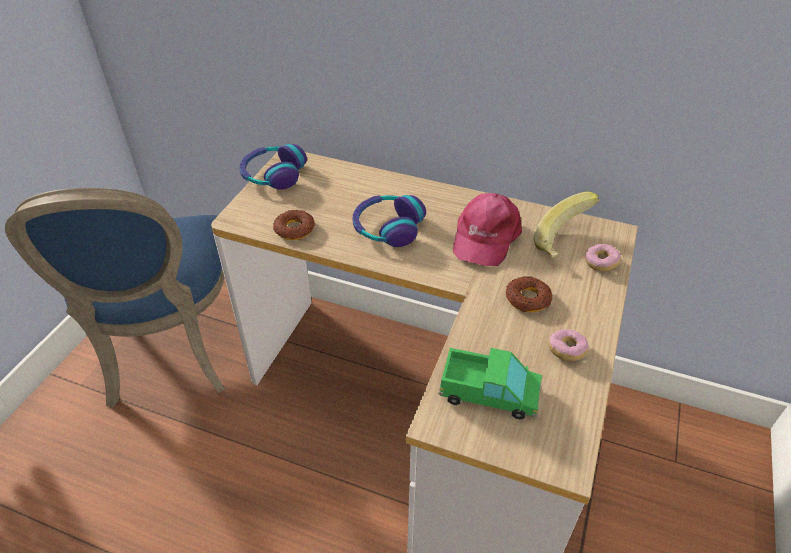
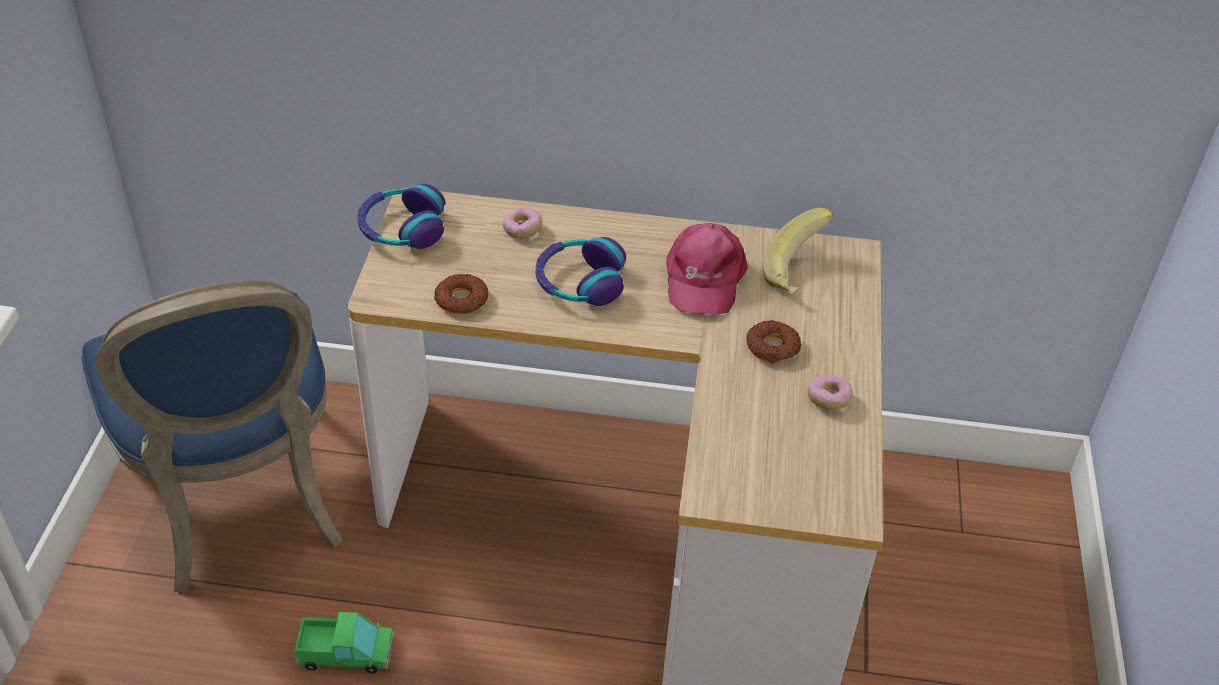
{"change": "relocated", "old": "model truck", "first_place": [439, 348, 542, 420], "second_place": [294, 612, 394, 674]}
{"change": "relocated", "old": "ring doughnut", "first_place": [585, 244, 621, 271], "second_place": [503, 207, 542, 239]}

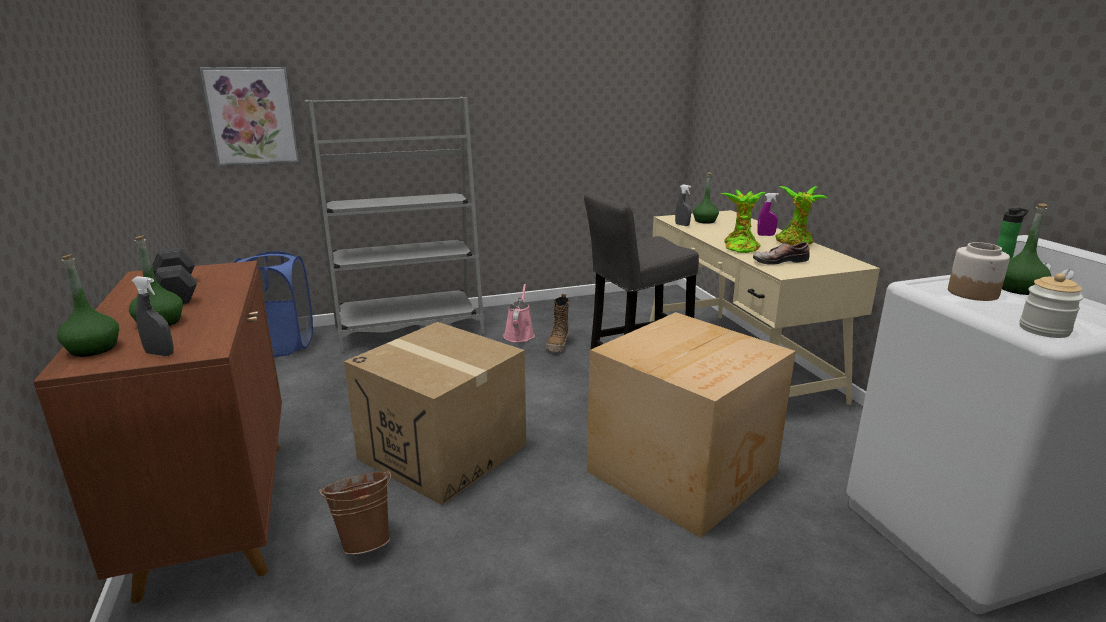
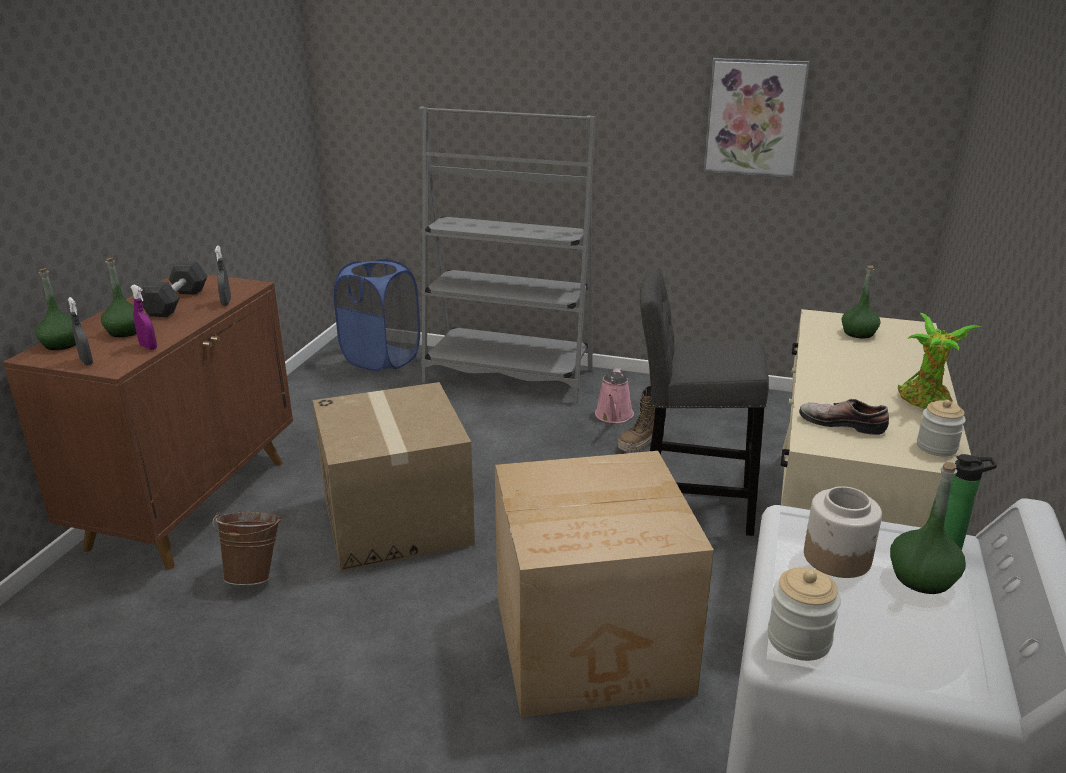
{"change": "relocated", "old": "hand sprayer/purplish", "first_place": [757, 193, 779, 236], "second_place": [130, 285, 157, 350]}
{"change": "relocated", "old": "hand sprayer/gray", "first_place": [675, 185, 691, 226], "second_place": [215, 246, 231, 306]}
{"change": "spun", "old": "sprinkling can/pinkish", "first_place": [503, 284, 535, 342], "second_place": [595, 368, 634, 423], "degrees": 150}
{"change": "relocated", "old": "picture", "first_place": [200, 67, 299, 166], "second_place": [703, 58, 810, 178]}
{"change": "appeared", "new": "storage jar", "second_place": [917, 400, 966, 456]}
{"change": "missing", "old": "plant in a pot", "first_place": [722, 190, 767, 253]}

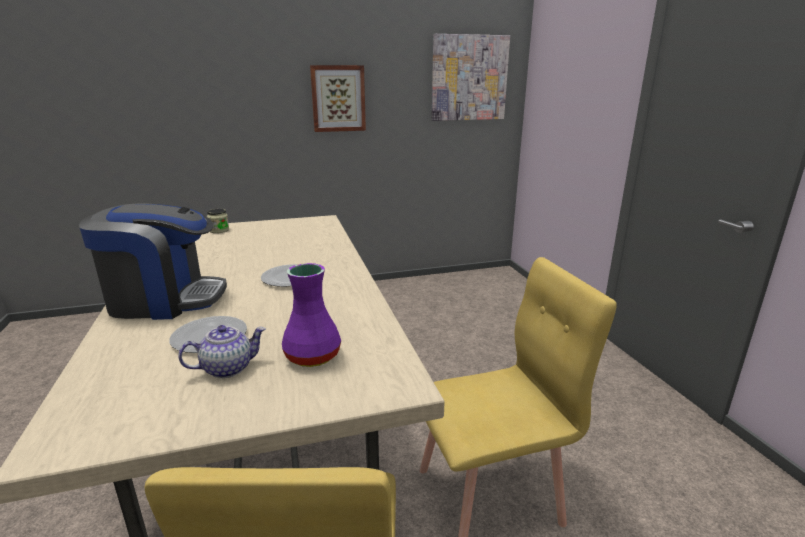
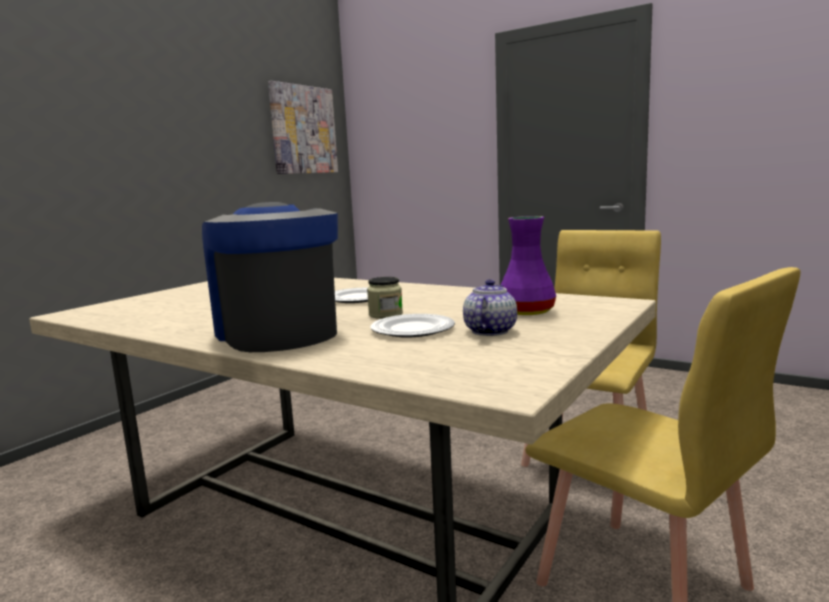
{"change": "spun", "old": "coffee maker", "first_place": [79, 203, 227, 320], "second_place": [202, 202, 338, 352], "degrees": -75}
{"change": "relocated", "old": "storage jar", "first_place": [207, 208, 229, 233], "second_place": [367, 277, 403, 319]}
{"change": "missing", "old": "picture", "first_place": [310, 65, 366, 132]}

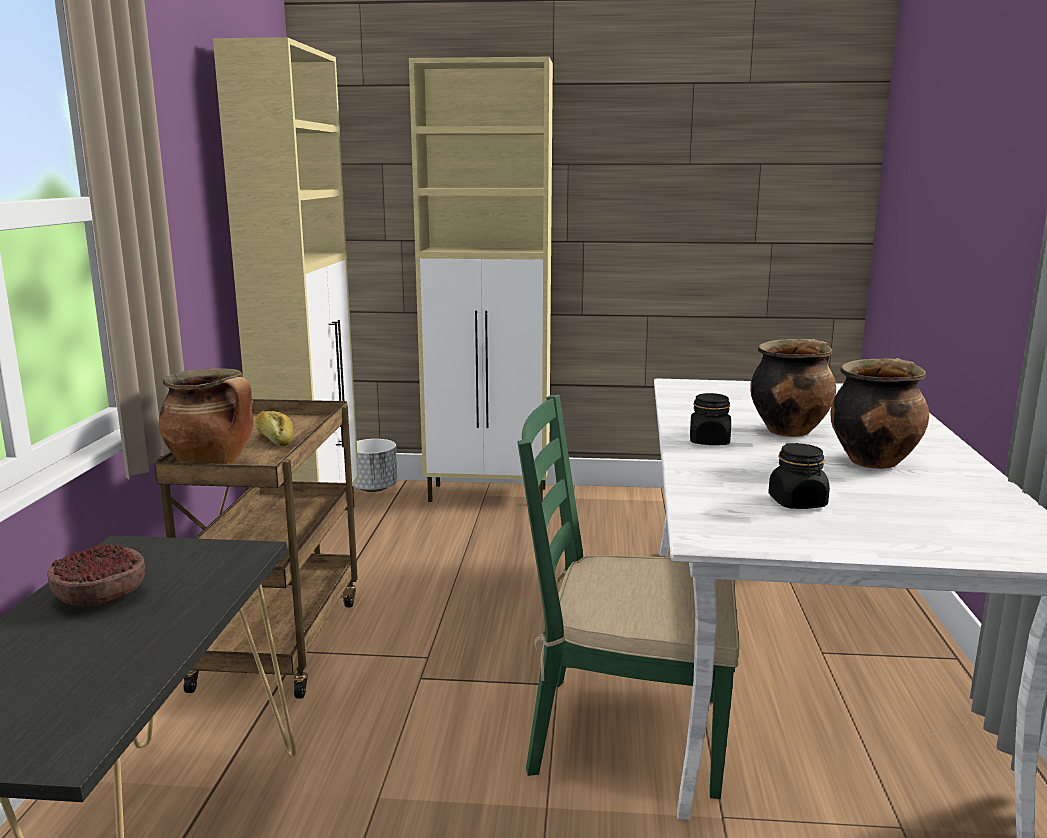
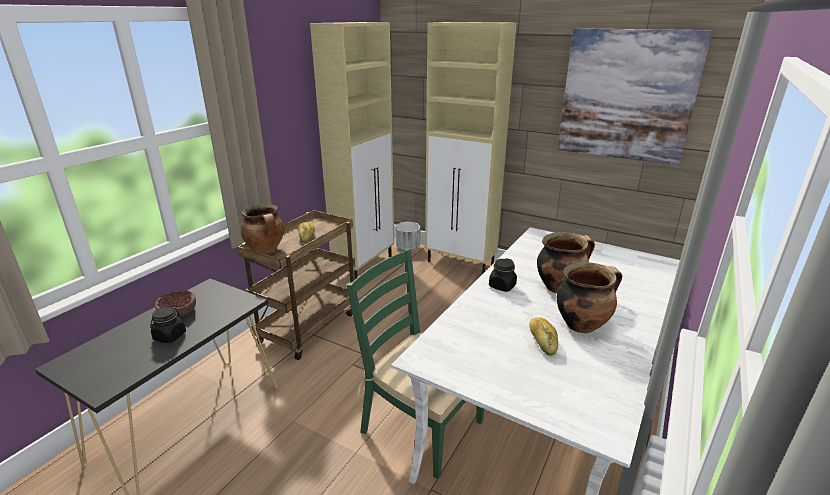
{"change": "relocated", "old": "storage jar/black", "first_place": [768, 443, 830, 509], "second_place": [150, 306, 186, 343]}
{"change": "appeared", "new": "bread", "second_place": [529, 317, 558, 356]}
{"change": "appeared", "new": "picture", "second_place": [557, 28, 713, 165]}

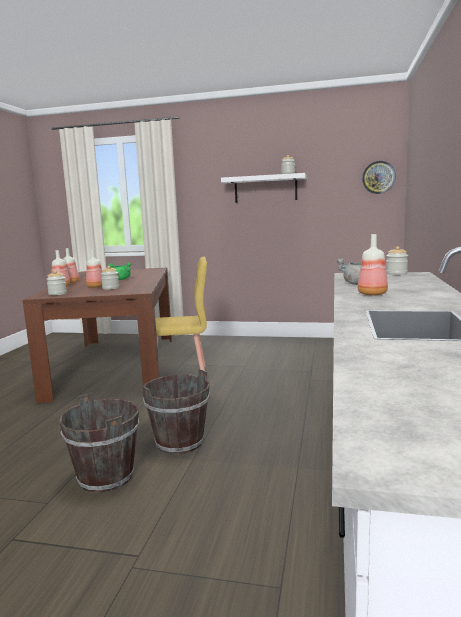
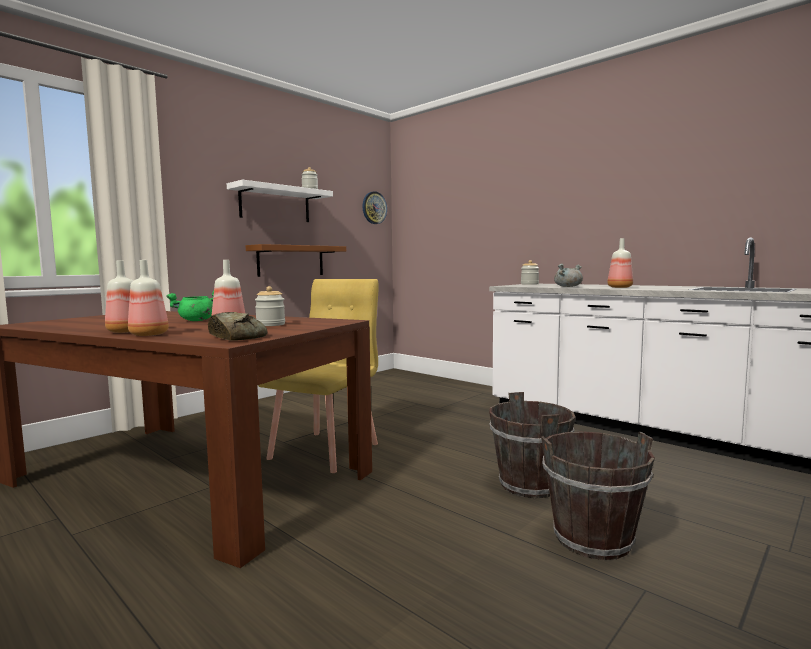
{"change": "exchanged", "old": "storage jar", "new": "bread", "first_place": [47, 270, 67, 295], "second_place": [208, 312, 268, 341]}
{"change": "appeared", "new": "wall shelf/brown-coloured", "second_place": [246, 244, 346, 277]}

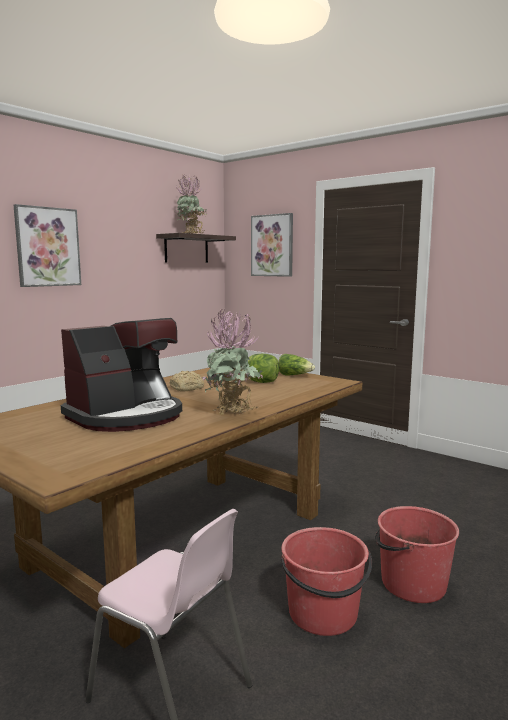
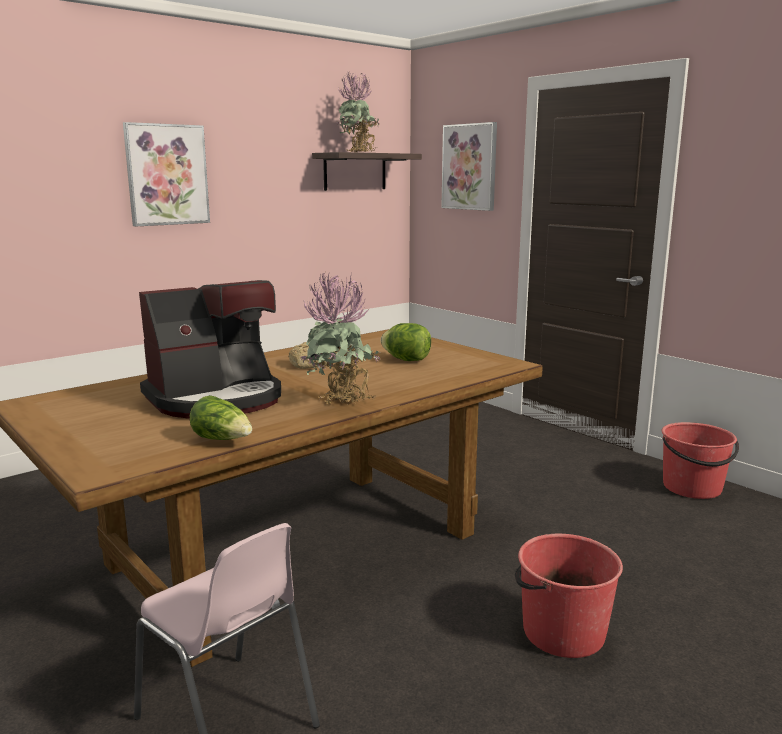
{"change": "relocated", "old": "head of lettuce", "first_place": [278, 354, 315, 375], "second_place": [190, 395, 252, 440]}
{"change": "relocated", "old": "pail/red", "first_place": [281, 527, 372, 636], "second_place": [662, 422, 739, 499]}

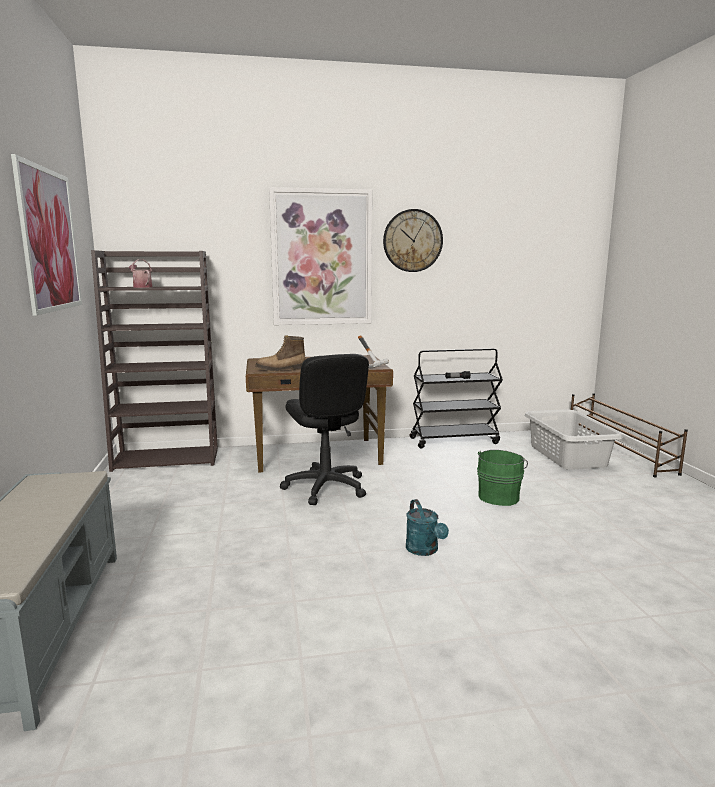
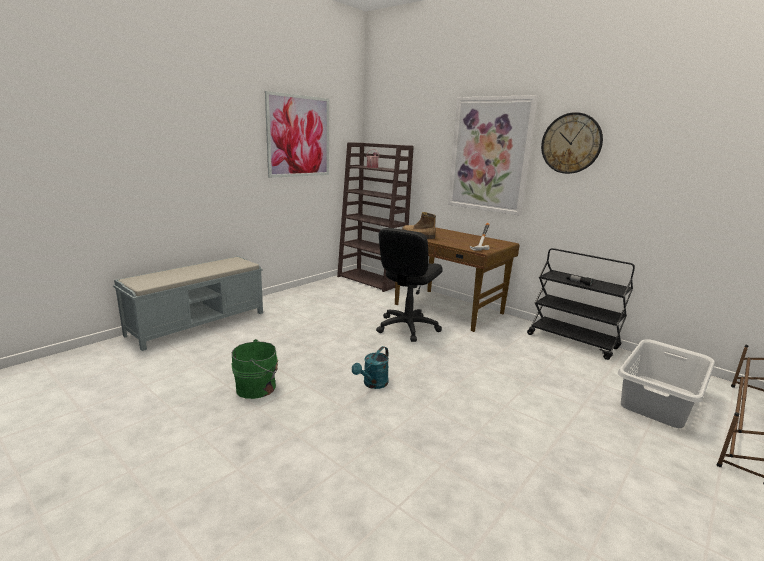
{"change": "relocated", "old": "pail/greenish", "first_place": [477, 450, 528, 506], "second_place": [232, 339, 278, 399]}

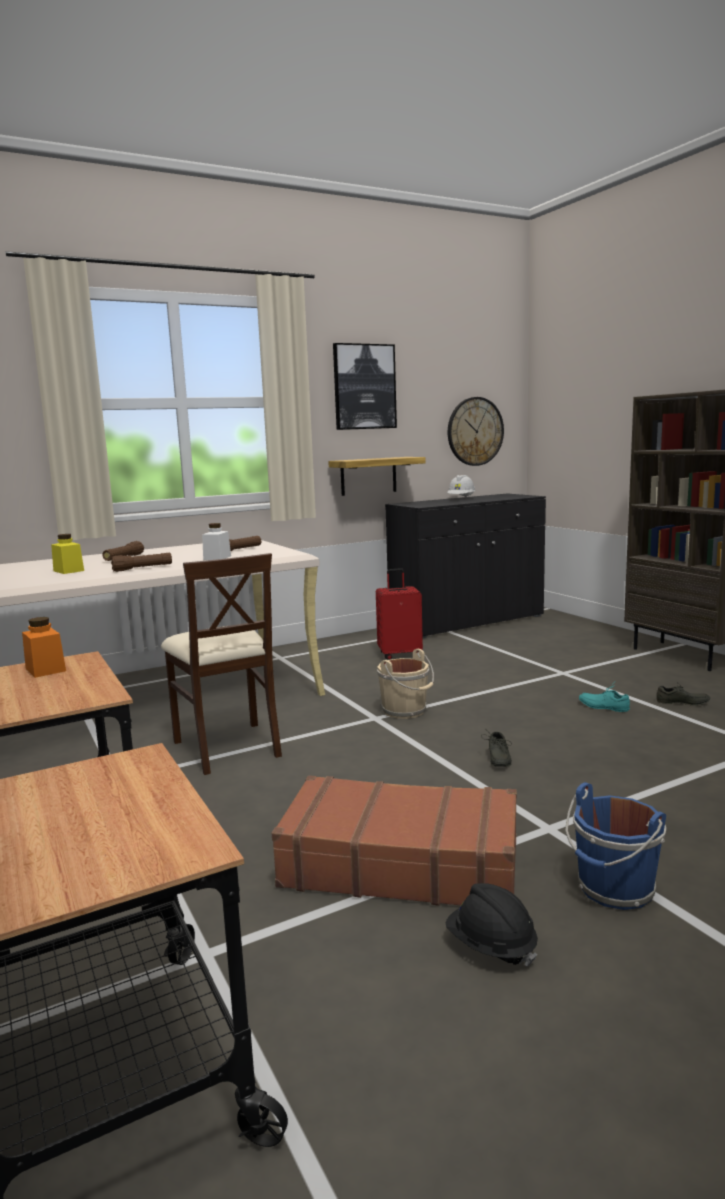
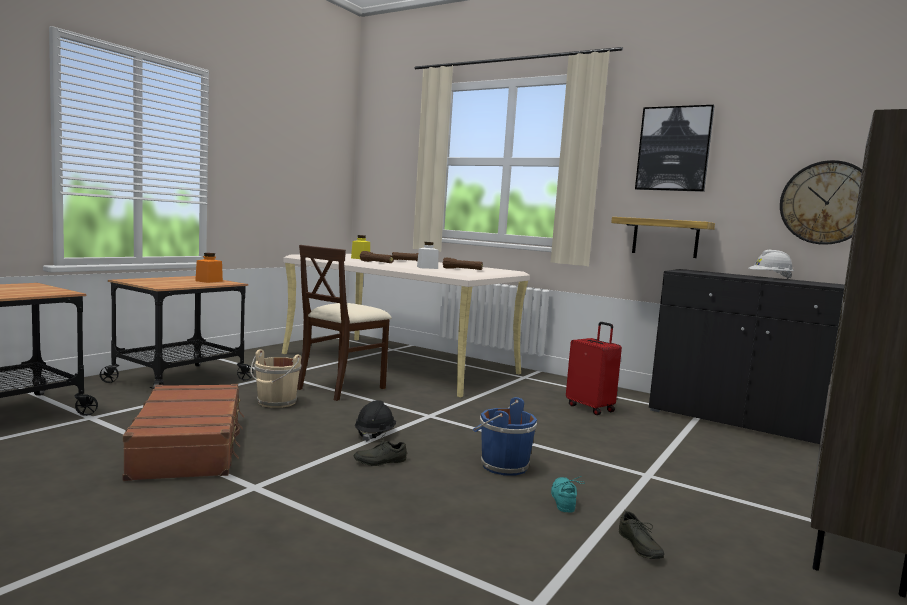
{"change": "relocated", "old": "pail/beige-coloured", "first_place": [377, 649, 434, 719], "second_place": [250, 349, 302, 408]}
{"change": "relocated", "old": "hard hat/black", "first_place": [445, 883, 538, 967], "second_place": [355, 400, 396, 442]}
{"change": "relocated", "old": "pail/bluish", "first_place": [565, 782, 666, 910], "second_place": [473, 397, 537, 476]}

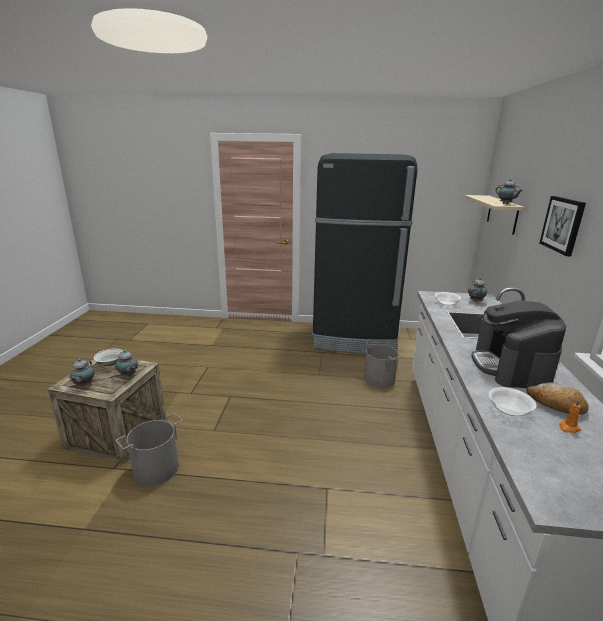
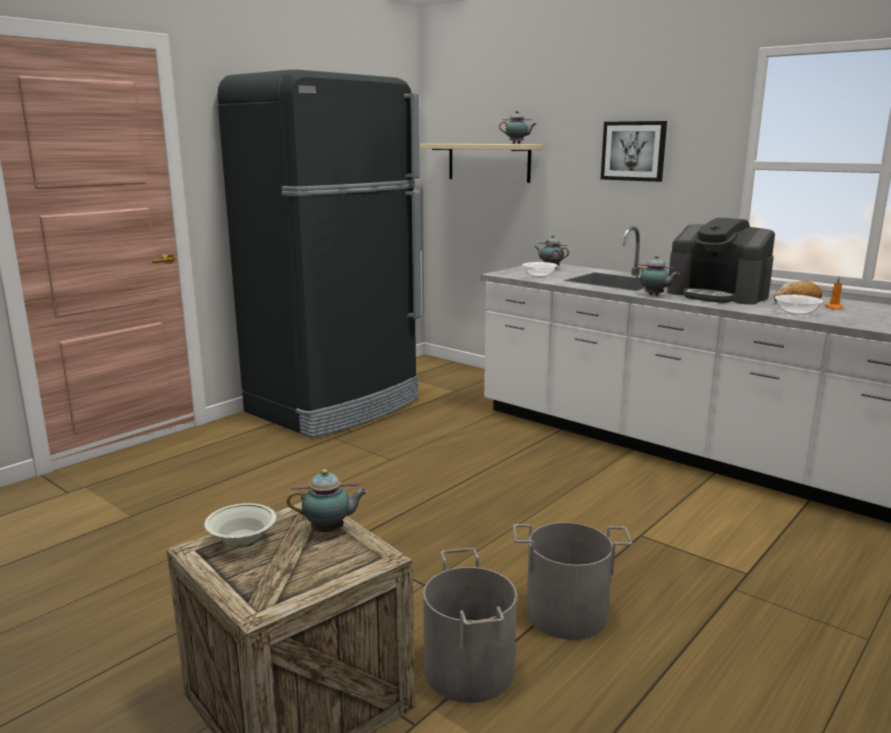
{"change": "relocated", "old": "pail/gray", "first_place": [364, 339, 403, 388], "second_place": [513, 522, 632, 640]}
{"change": "relocated", "old": "pot for tea", "first_place": [69, 359, 95, 387], "second_place": [634, 255, 680, 296]}

